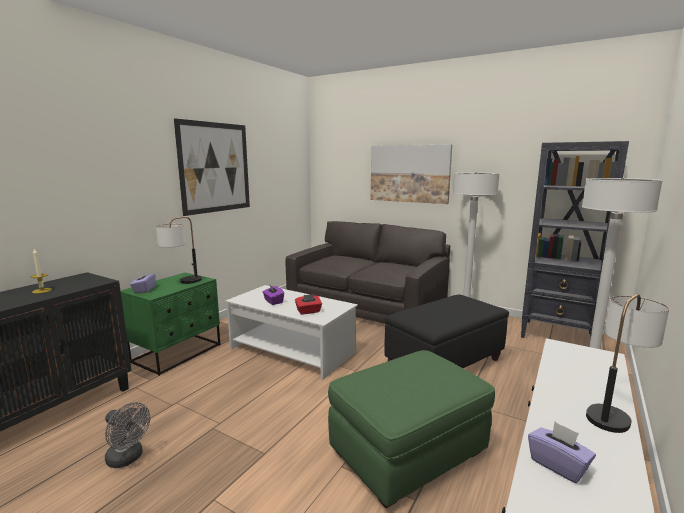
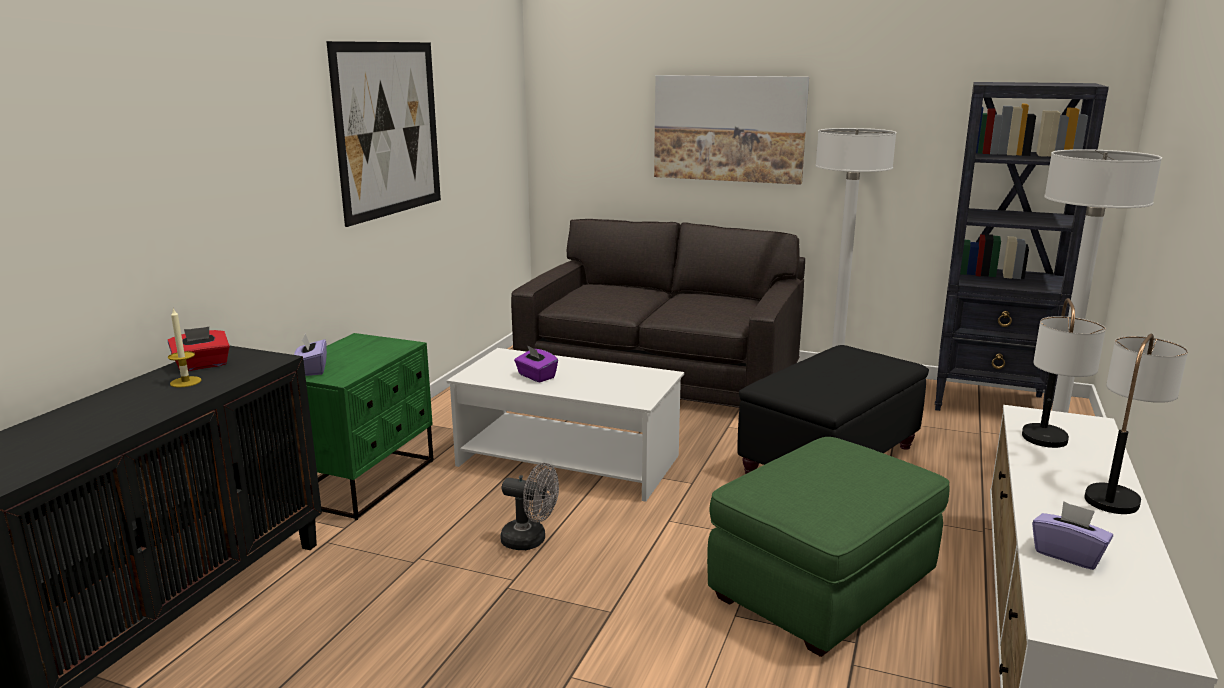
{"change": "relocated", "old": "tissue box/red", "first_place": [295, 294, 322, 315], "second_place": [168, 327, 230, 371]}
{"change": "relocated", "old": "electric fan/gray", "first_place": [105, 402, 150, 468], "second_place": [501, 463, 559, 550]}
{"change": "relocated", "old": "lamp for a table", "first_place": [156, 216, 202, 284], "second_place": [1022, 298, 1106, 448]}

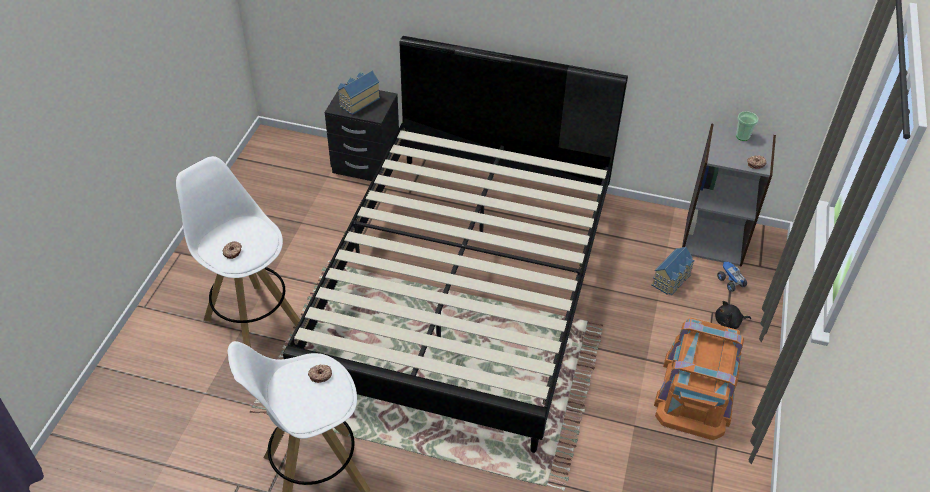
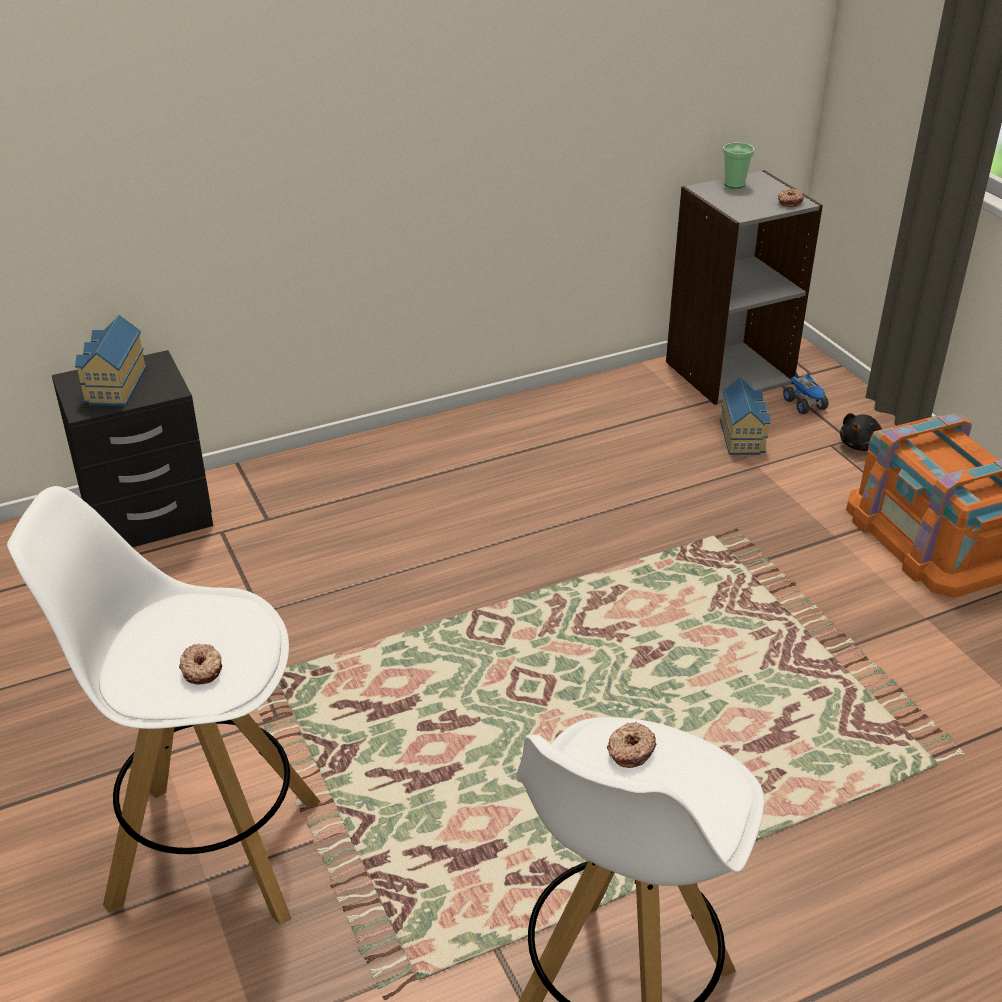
{"change": "spun", "old": "model truck", "first_place": [717, 262, 747, 292], "second_place": [783, 371, 829, 414], "degrees": -135}
{"change": "missing", "old": "sleeping bed/black", "first_place": [283, 36, 628, 453]}

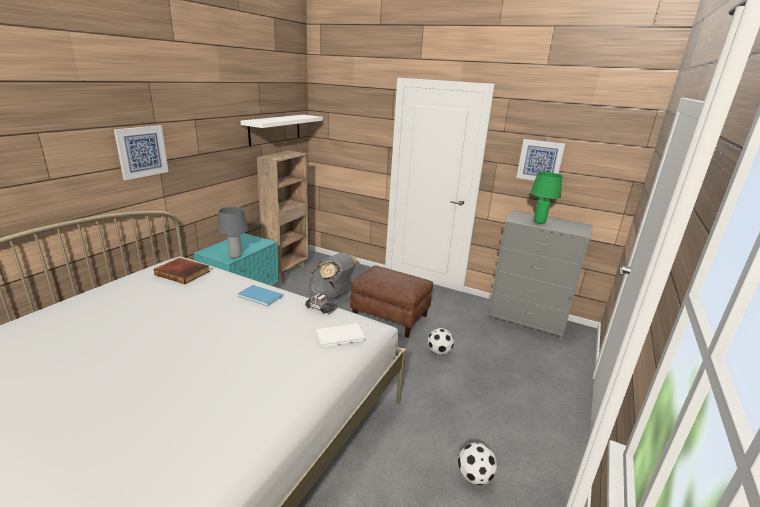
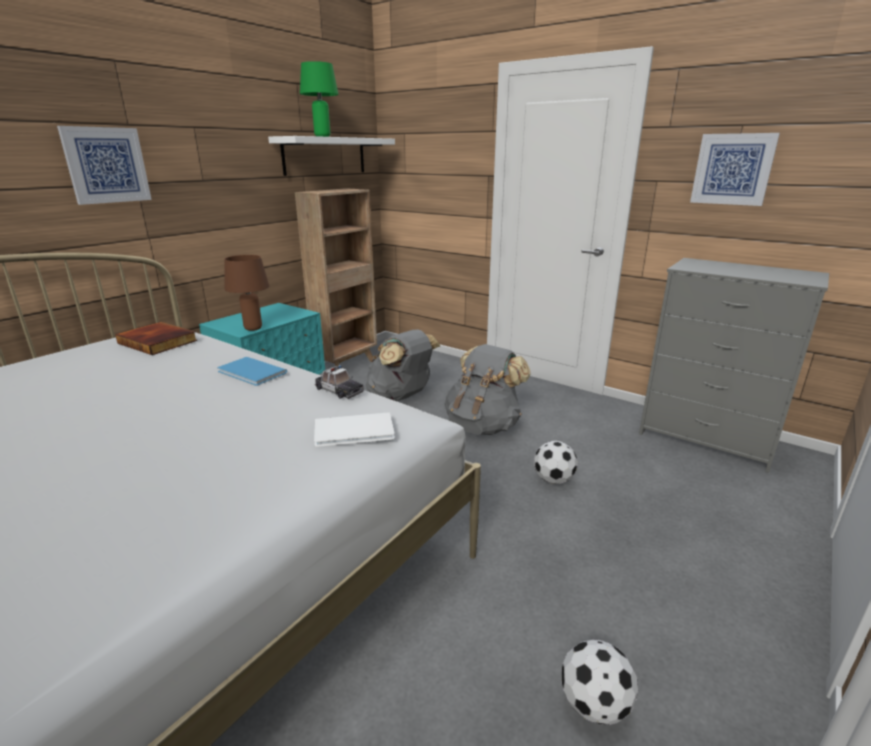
{"change": "colour", "old": "lamp for a table/gray", "new": "lamp for a table/brown-coloured", "first_place": [217, 207, 248, 258], "second_place": [225, 255, 269, 331]}
{"change": "relocated", "old": "lamp for a table/greenish", "first_place": [530, 172, 562, 224], "second_place": [300, 61, 339, 137]}
{"change": "exchanged", "old": "footrest/brown-coloured", "new": "backpack/gray", "first_place": [350, 265, 433, 338], "second_place": [444, 344, 531, 435]}

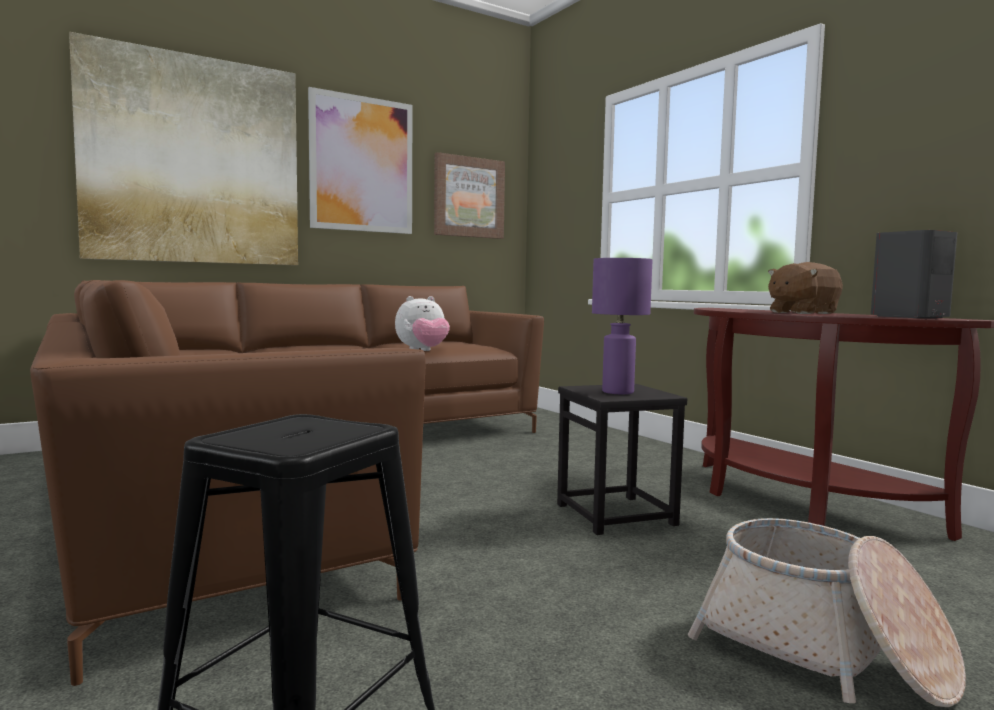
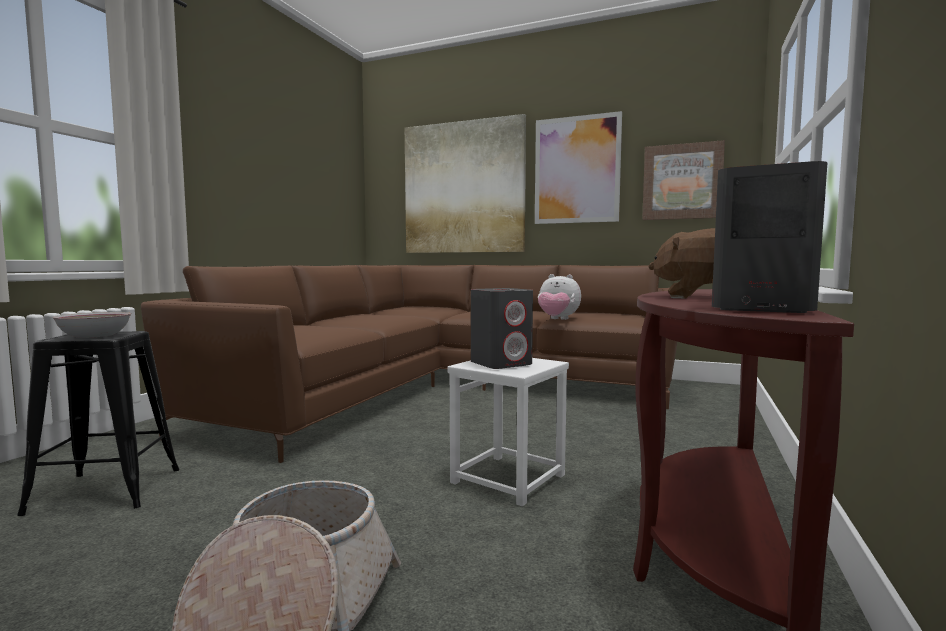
{"change": "appeared", "new": "bowl", "second_place": [52, 312, 131, 338]}
{"change": "colour", "old": "sitting stool/black", "new": "sitting stool/white", "first_place": [557, 384, 687, 535], "second_place": [447, 358, 569, 507]}
{"change": "exchanged", "old": "lamp for a table/purplish", "new": "loudspeaker/gray", "first_place": [592, 258, 653, 394], "second_place": [471, 288, 533, 369]}

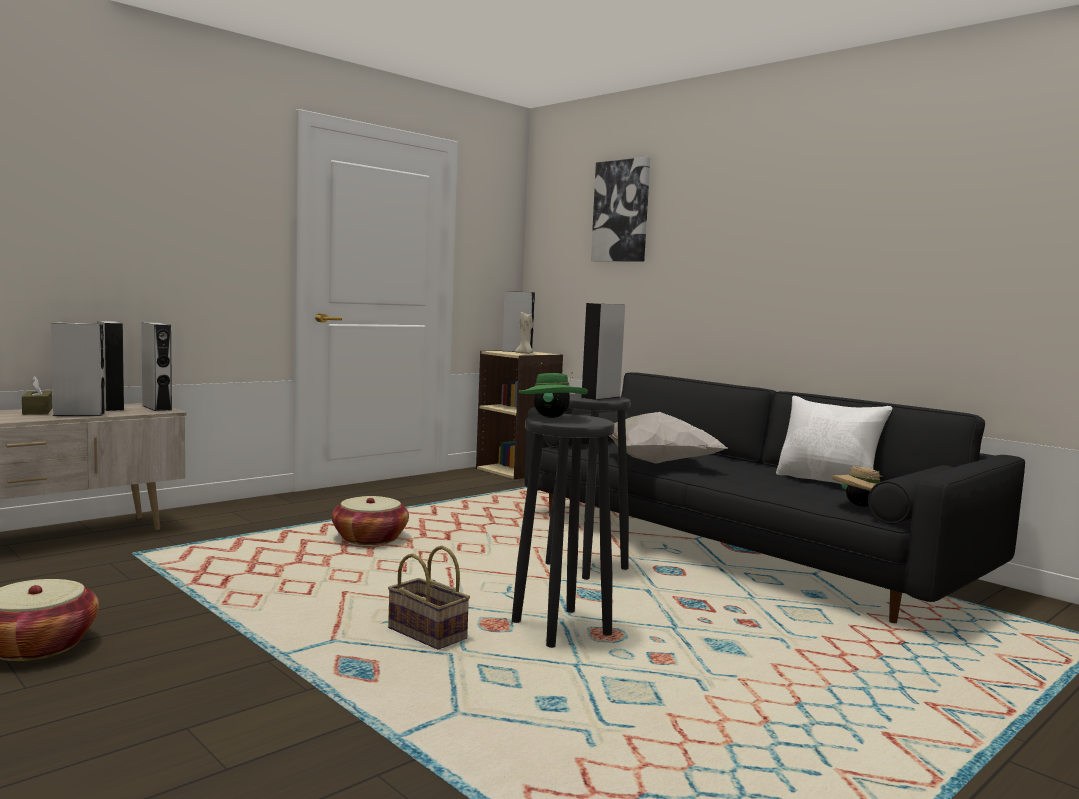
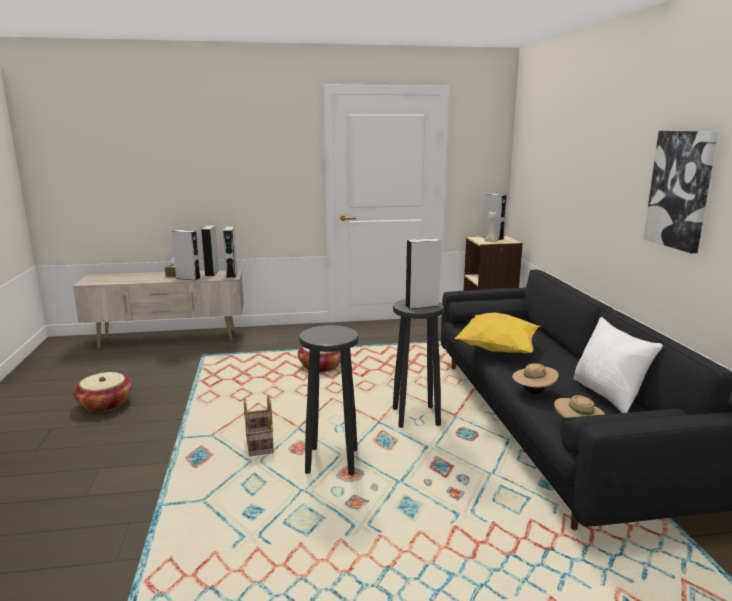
{"change": "colour", "old": "pillow/white", "new": "pillow/yellowish", "first_place": [609, 412, 727, 464], "second_place": [455, 313, 540, 353]}
{"change": "appeared", "new": "wearable hat/beige-coloured", "second_place": [512, 360, 559, 394]}
{"change": "relocated", "old": "picture", "first_place": [591, 157, 650, 261], "second_place": [643, 131, 718, 253]}
{"change": "missing", "old": "wearable hat/greenish", "first_place": [519, 372, 588, 418]}

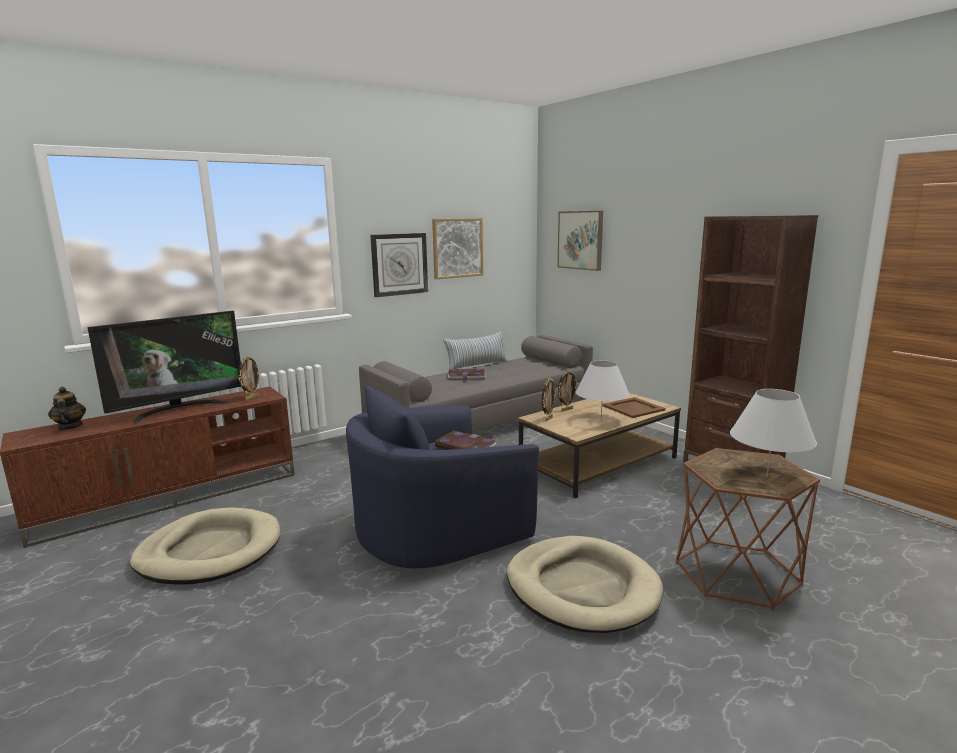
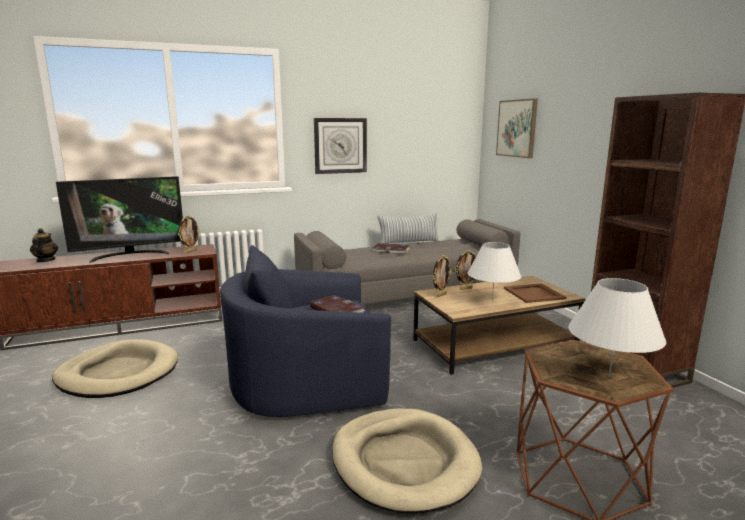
{"change": "missing", "old": "picture", "first_place": [432, 218, 483, 279]}

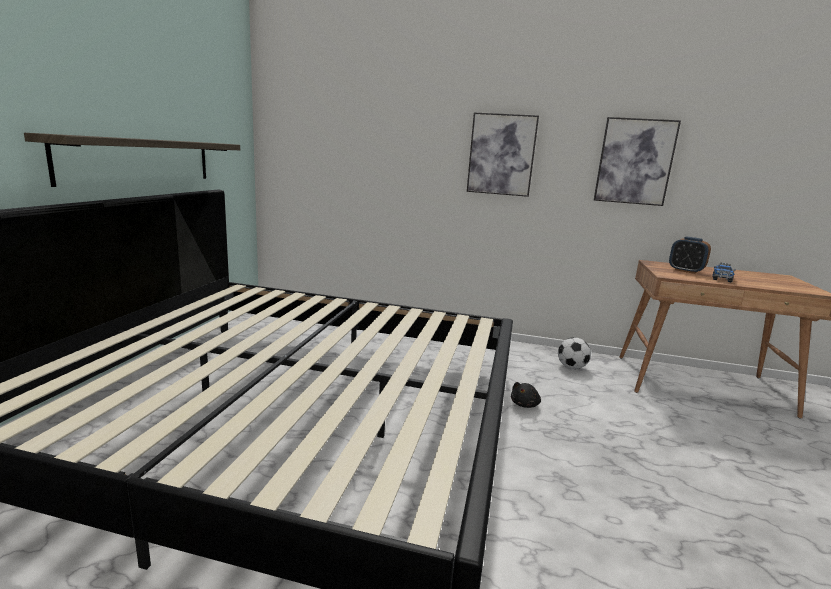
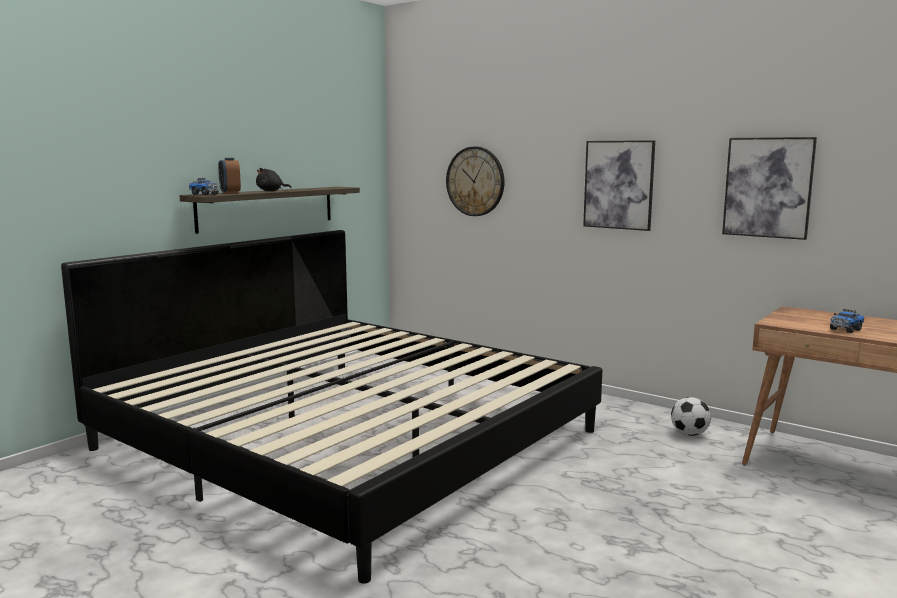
{"change": "appeared", "new": "model truck", "second_place": [189, 178, 219, 195]}
{"change": "relocated", "old": "table clock", "first_place": [669, 237, 711, 274], "second_place": [218, 158, 241, 194]}
{"change": "relocated", "old": "plush toy/black", "first_place": [511, 382, 541, 408], "second_place": [256, 168, 291, 191]}
{"change": "appeared", "new": "wall clock", "second_place": [446, 147, 504, 216]}

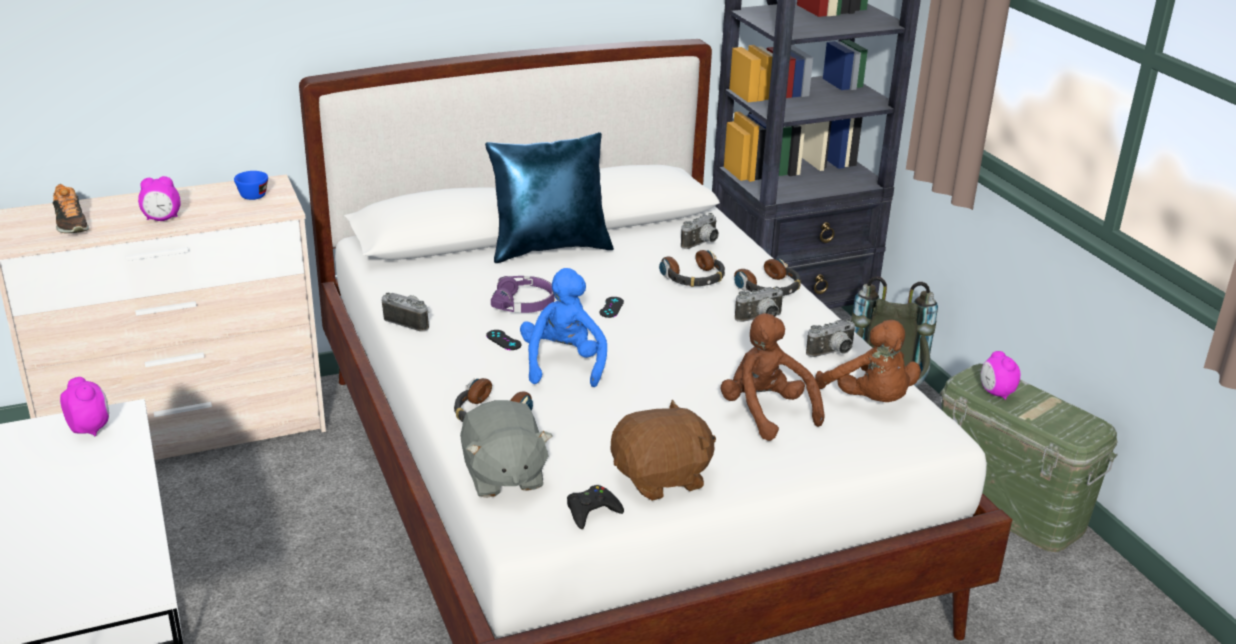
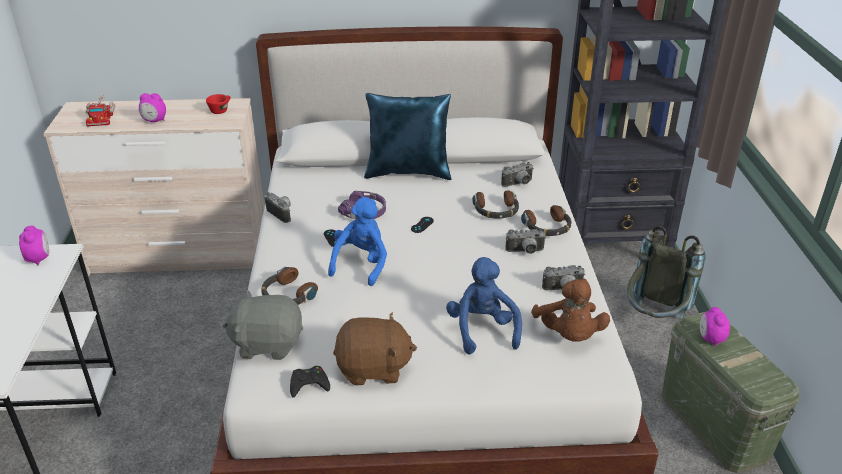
{"change": "exchanged", "old": "low shoe", "new": "model truck", "first_place": [53, 184, 89, 233], "second_place": [86, 95, 116, 127]}
{"change": "colour", "old": "drinking cup/bluish", "new": "drinking cup/red", "first_place": [234, 171, 268, 200], "second_place": [206, 94, 230, 114]}
{"change": "spun", "old": "plush toy/gray", "first_place": [460, 400, 553, 498], "second_place": [223, 290, 303, 360], "degrees": 90}
{"change": "colour", "old": "plush toy/brown-coloured", "new": "plush toy/bluish", "first_place": [721, 313, 825, 441], "second_place": [446, 257, 522, 355]}

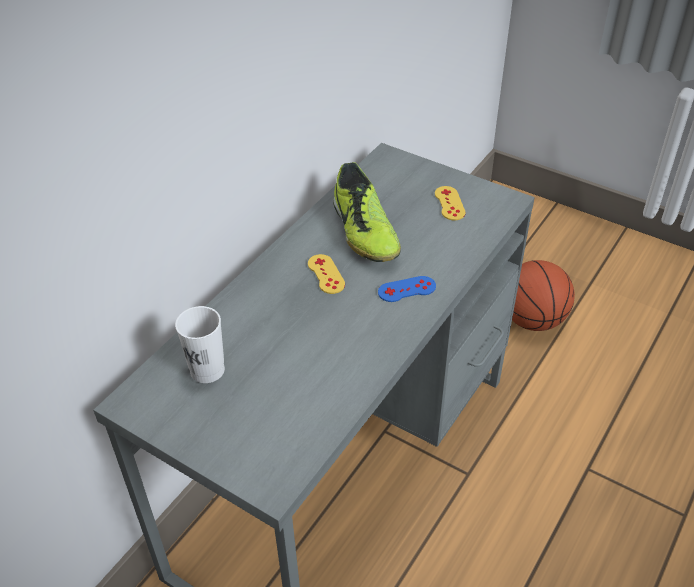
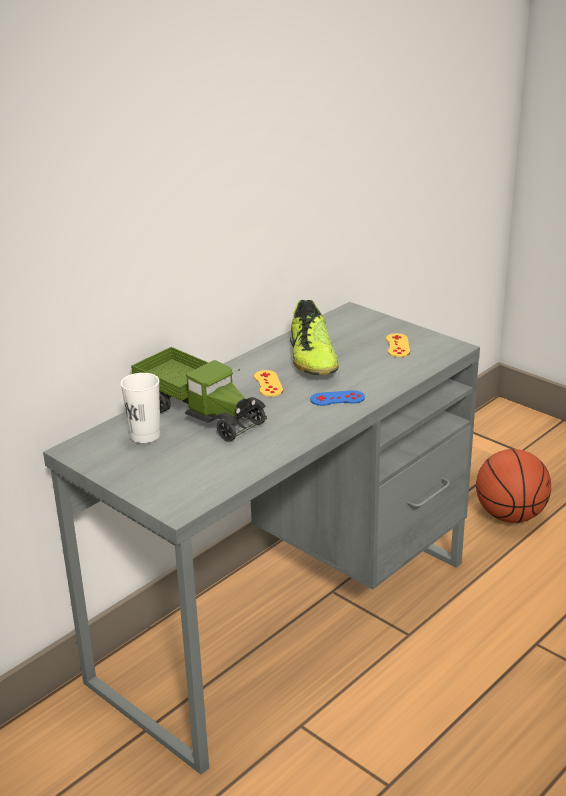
{"change": "appeared", "new": "model truck", "second_place": [131, 347, 267, 442]}

